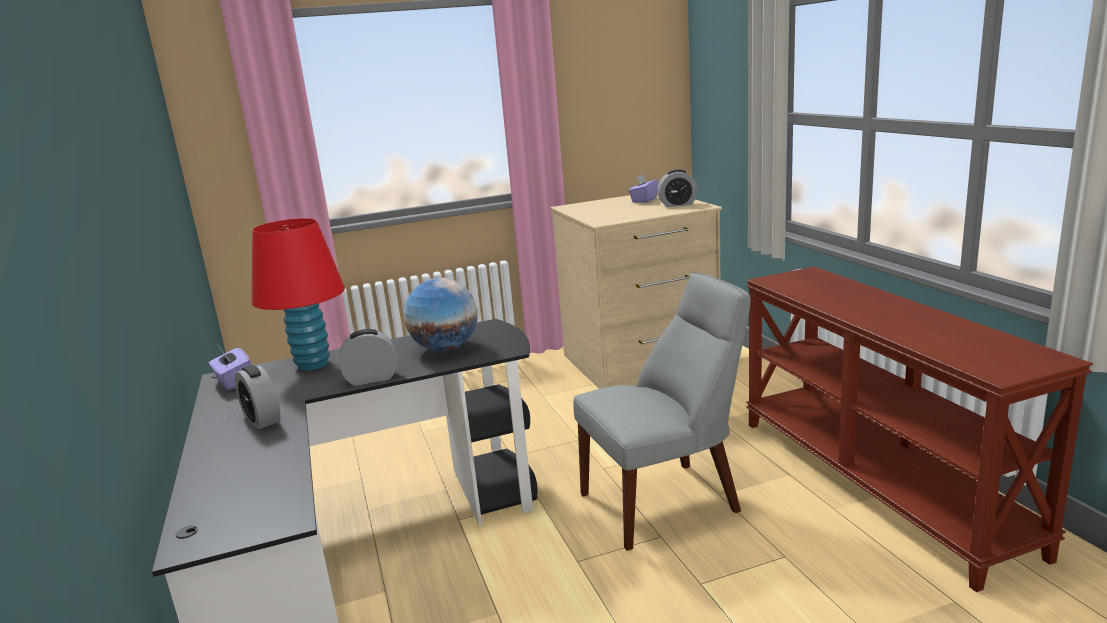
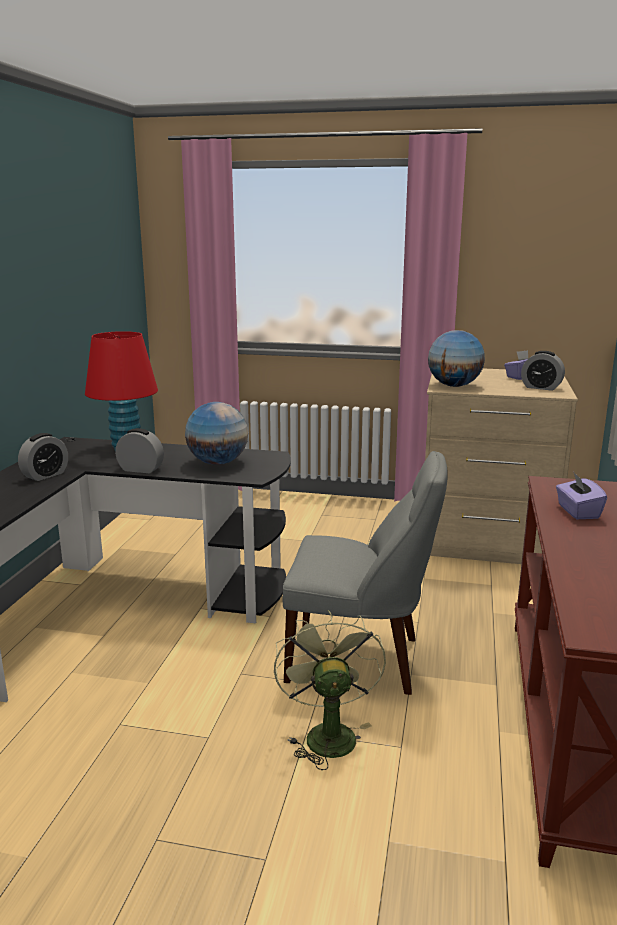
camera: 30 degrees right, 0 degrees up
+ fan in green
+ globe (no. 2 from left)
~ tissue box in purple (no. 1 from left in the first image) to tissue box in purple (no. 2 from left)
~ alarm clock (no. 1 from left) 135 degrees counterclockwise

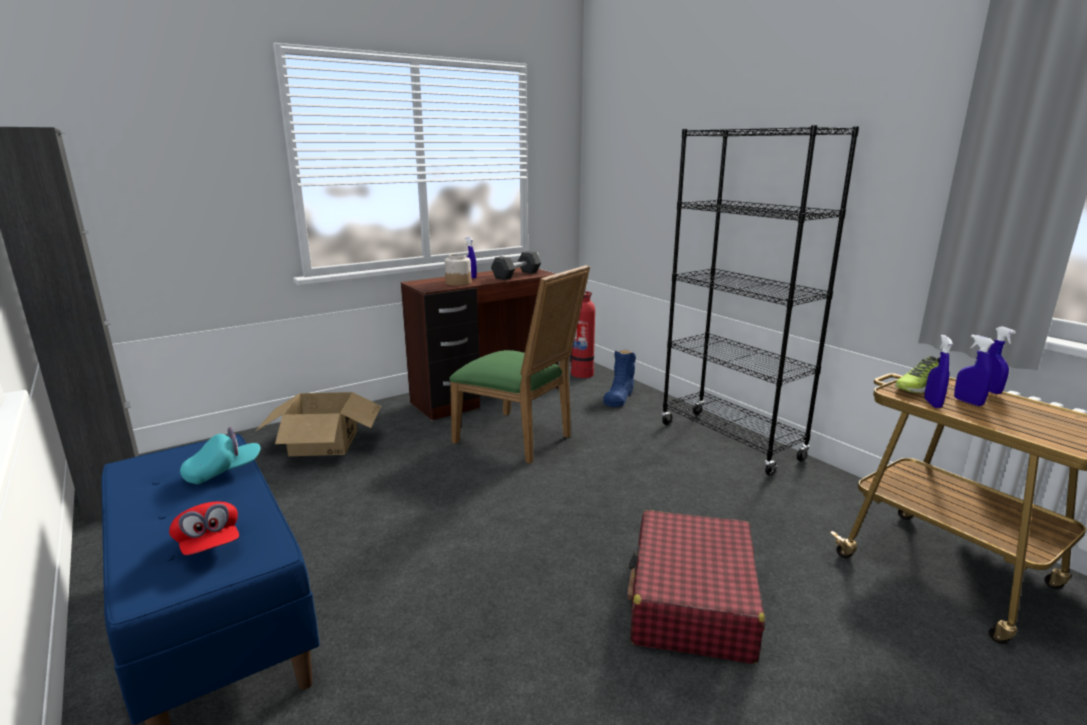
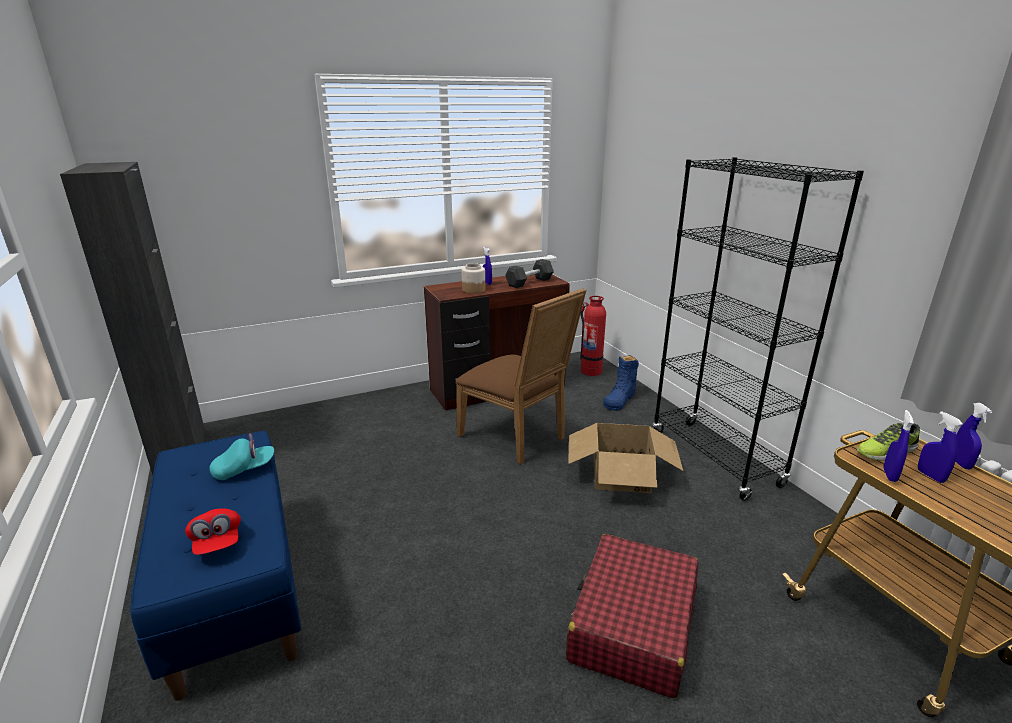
camera: 10 degrees right, 5 degrees up
~ cardboard box
~ chair in green to chair in brown

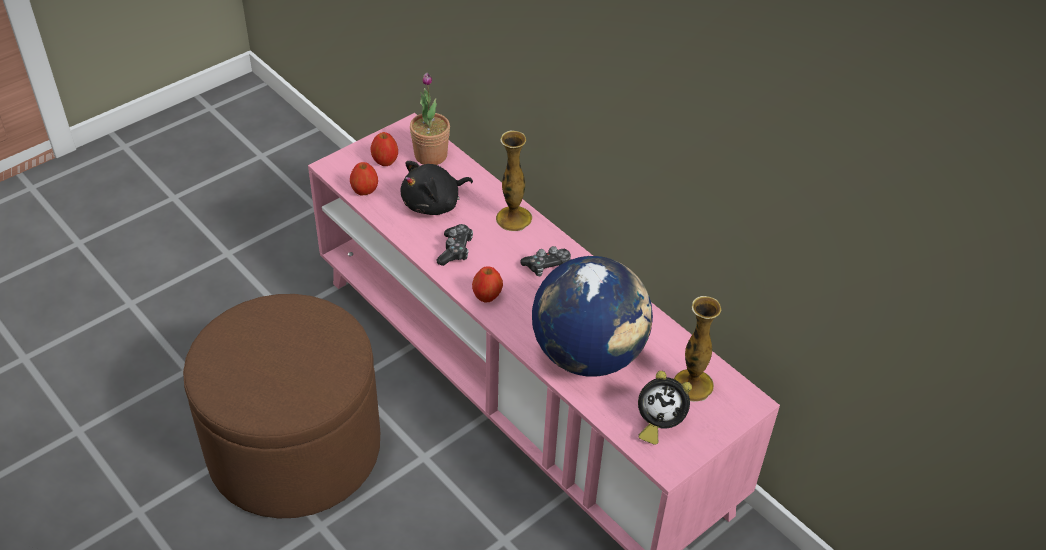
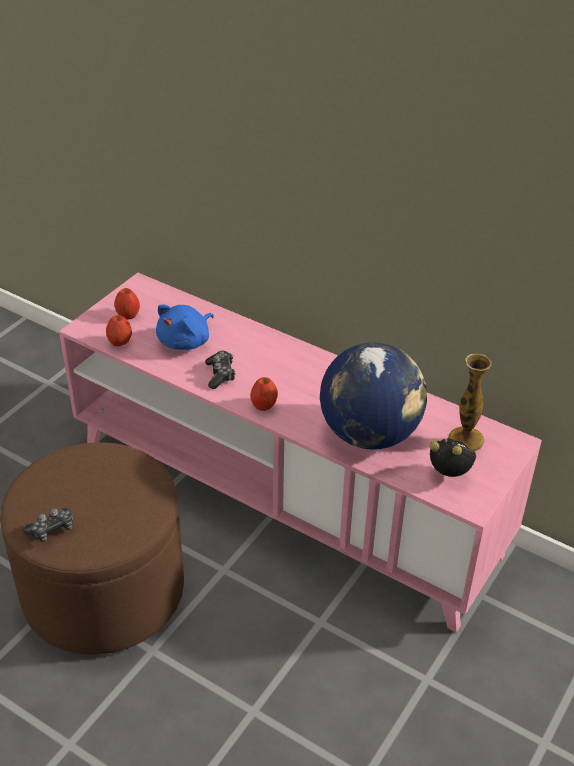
camera: 15 degrees left, 5 degrees down
- potted plant
- vase (no. 1 from left)
~ game controller (no. 2 from left in the first image) to game controller (no. 1 from left)
~ plush toy in black to plush toy in blue
~ alarm clock 150 degrees counterclockwise

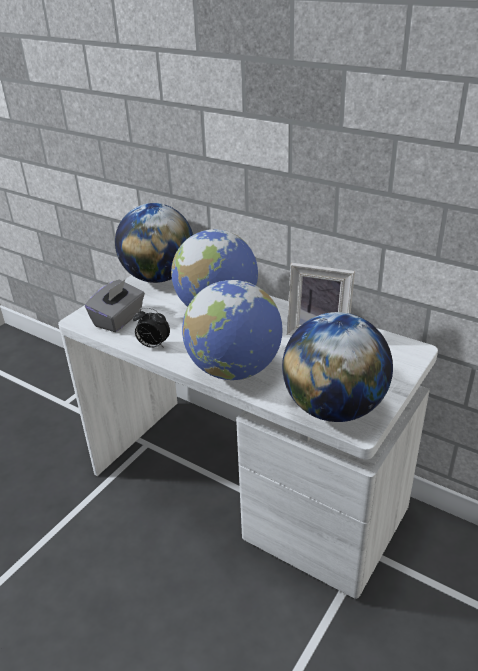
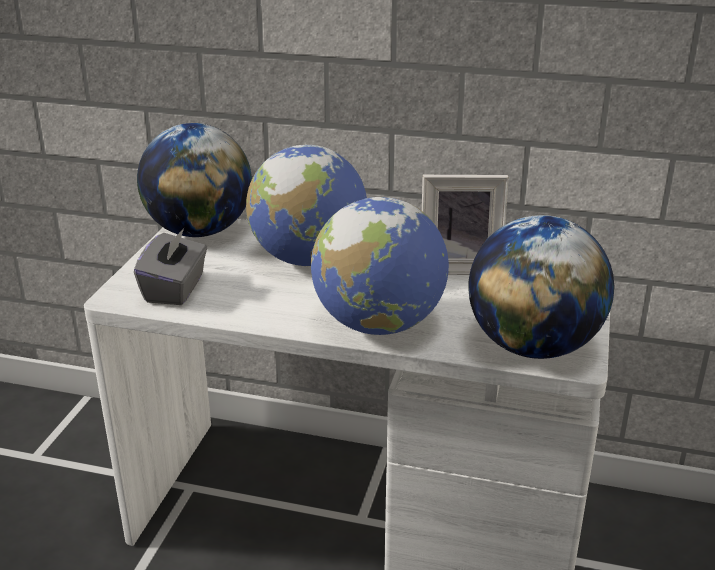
camera: 20 degrees left, 5 degrees down
- alarm clock

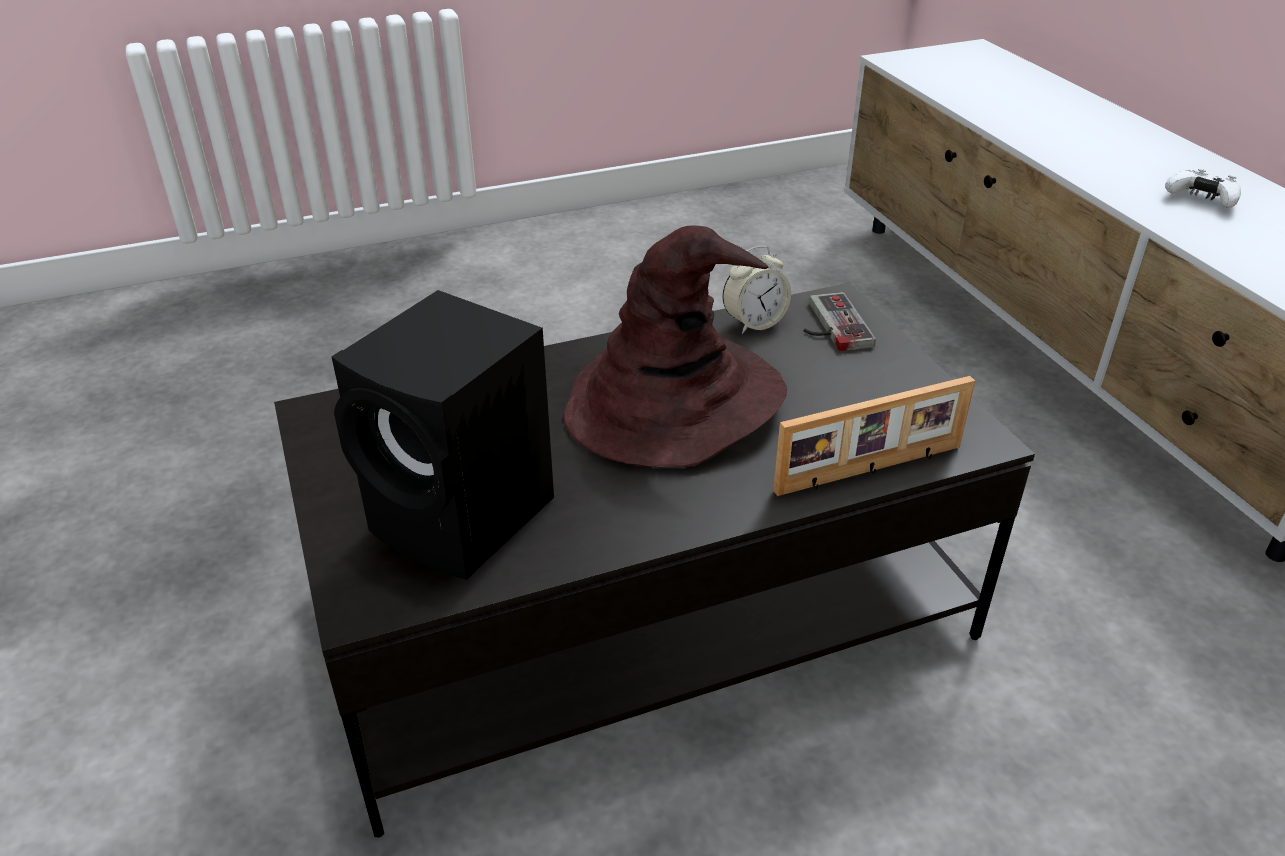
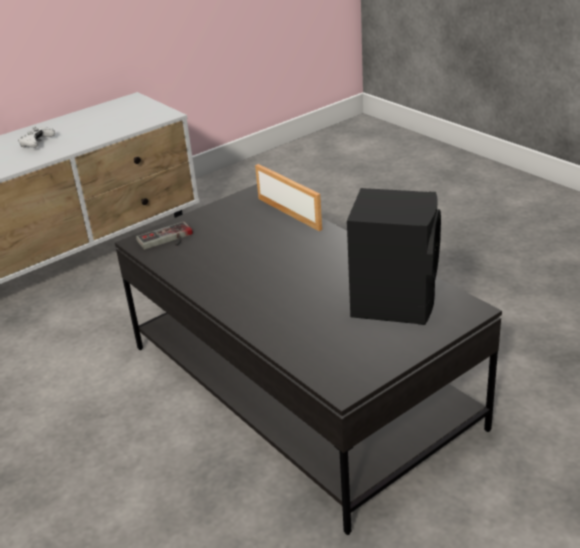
camera: 105 degrees left, 5 degrees down
- hat in brown
- alarm clock

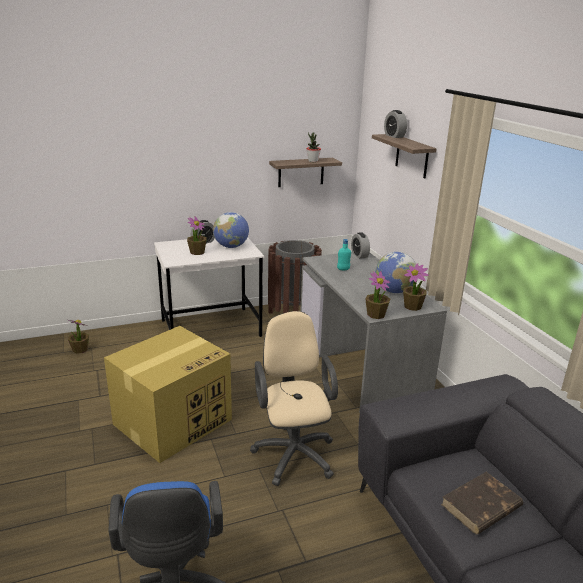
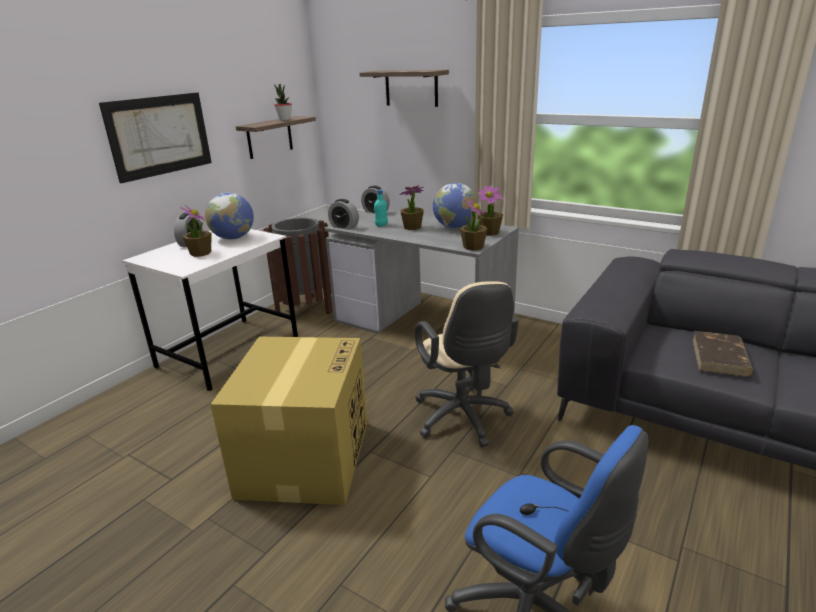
camera: 35 degrees left, 0 degrees up
+ picture
~ potted plant (no. 1 from left in the first image) to potted plant (no. 3 from left)
~ alarm clock (no. 3 from left in the first image) to alarm clock (no. 2 from left)
~ office chair in beige 150 degrees counterclockwise

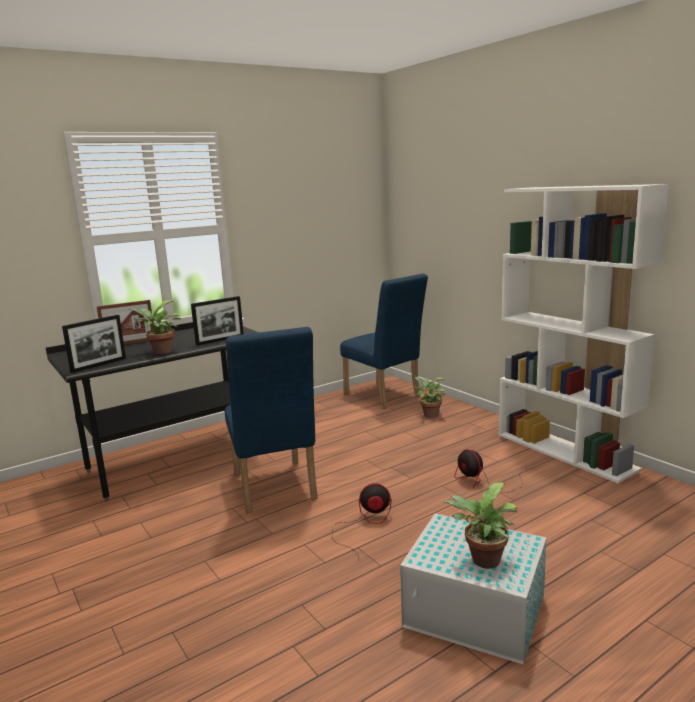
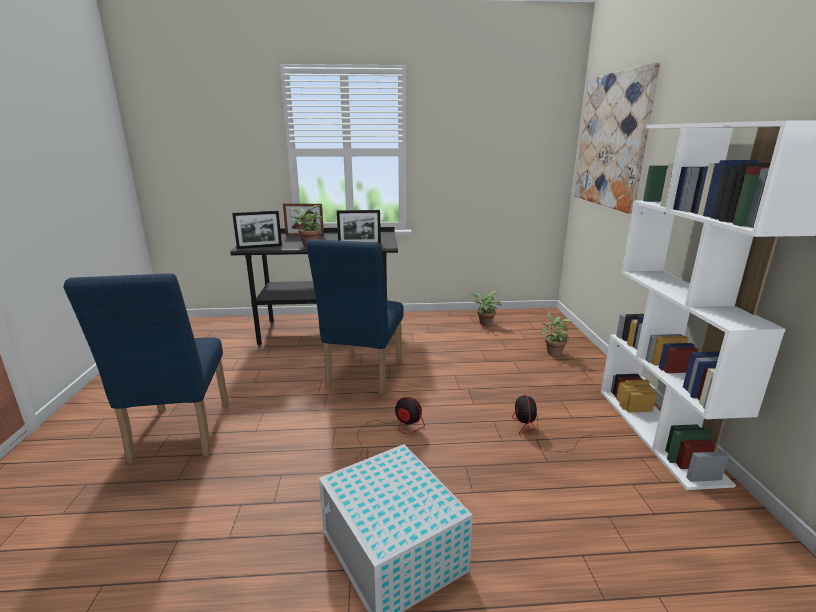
camera: 30 degrees right, 5 degrees up
+ picture
~ chair in blue (no. 2 from left in the first image) to chair in blue (no. 1 from left)
~ potted plant (no. 3 from left in the first image) to potted plant (no. 2 from left)

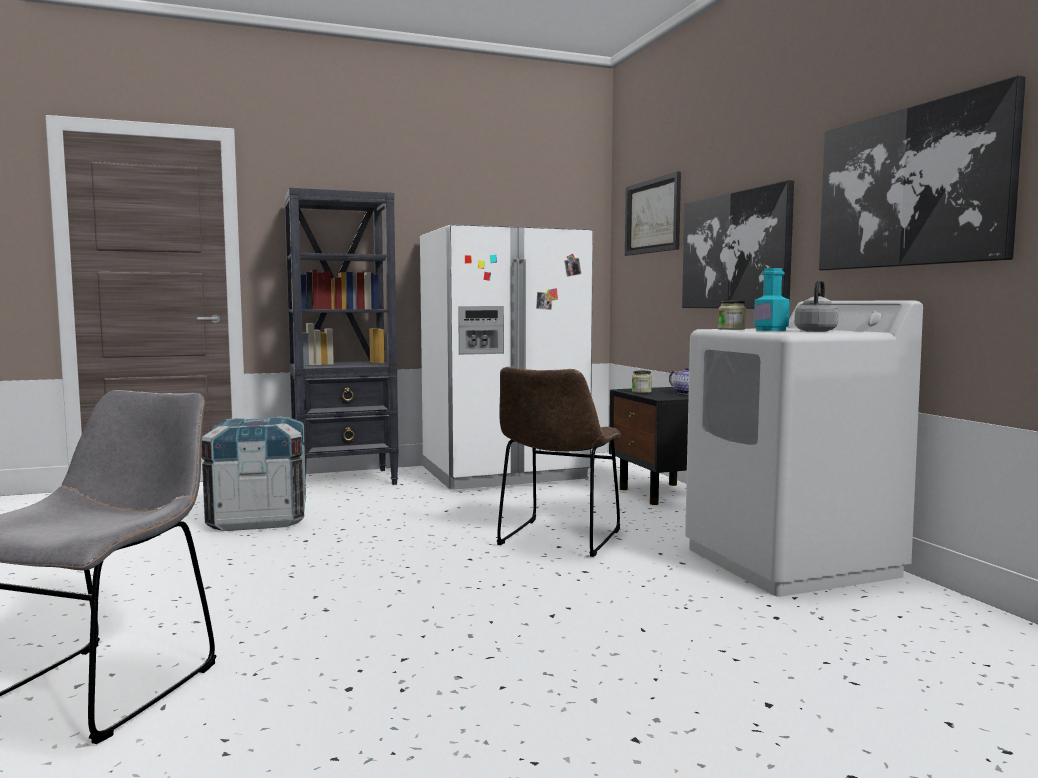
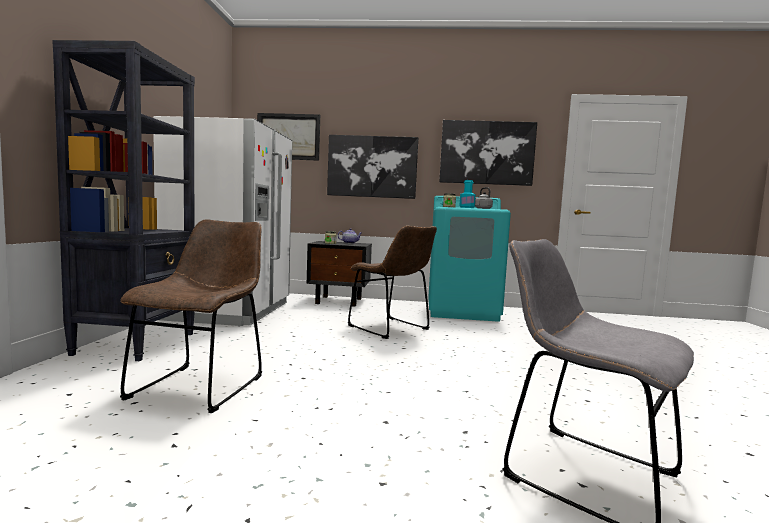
camera: 65 degrees left, 0 degrees up
~ crate to chair in brown (no. 1 from left)
~ washing machine in white to washing machine in turquoise

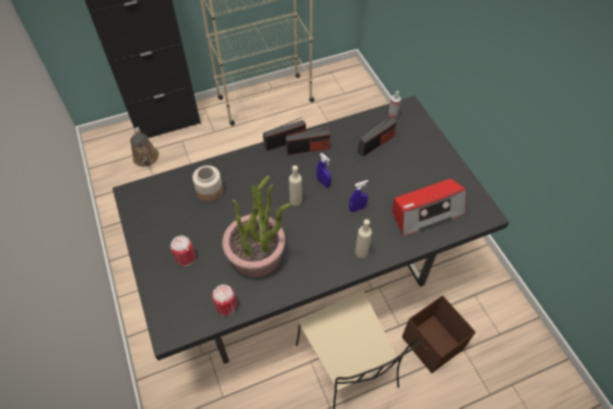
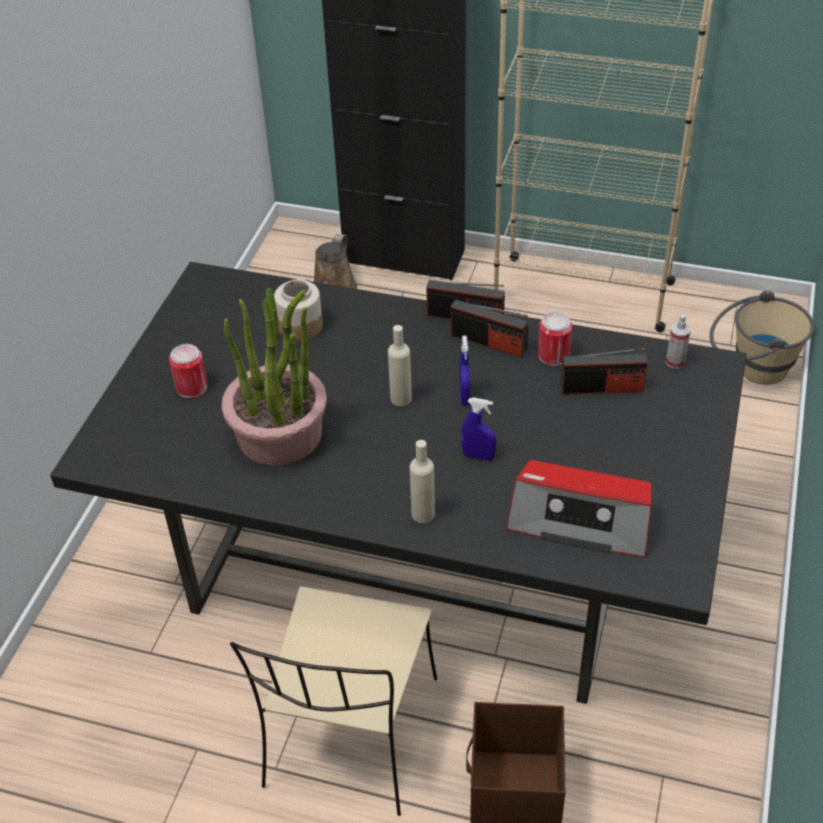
camera: 40 degrees right, 10 degrees down
+ bucket in beige
~ can (no. 2 from left)

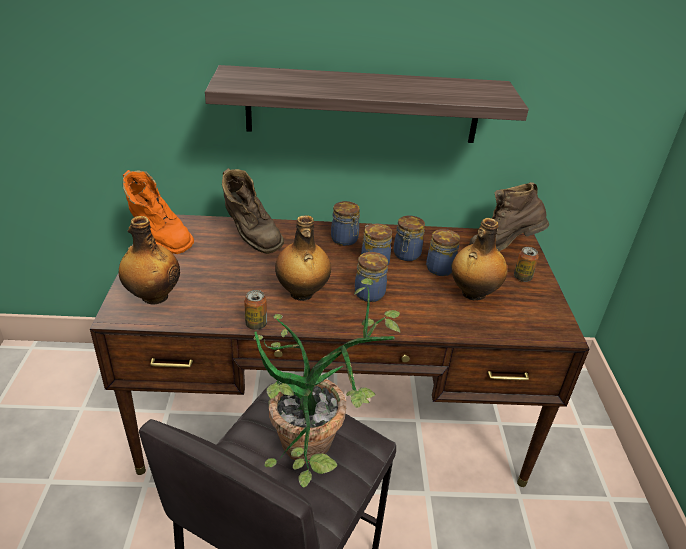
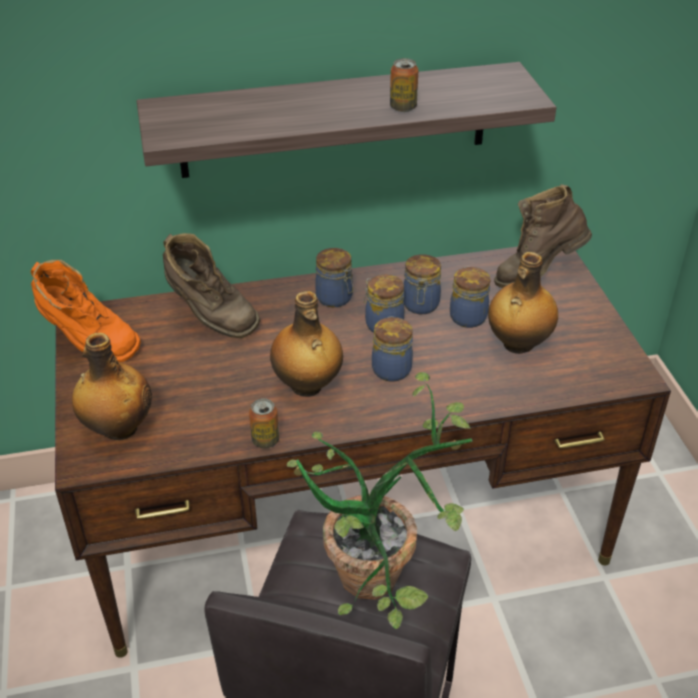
camera: 10 degrees left, 5 degrees up
~ can (no. 2 from left)

